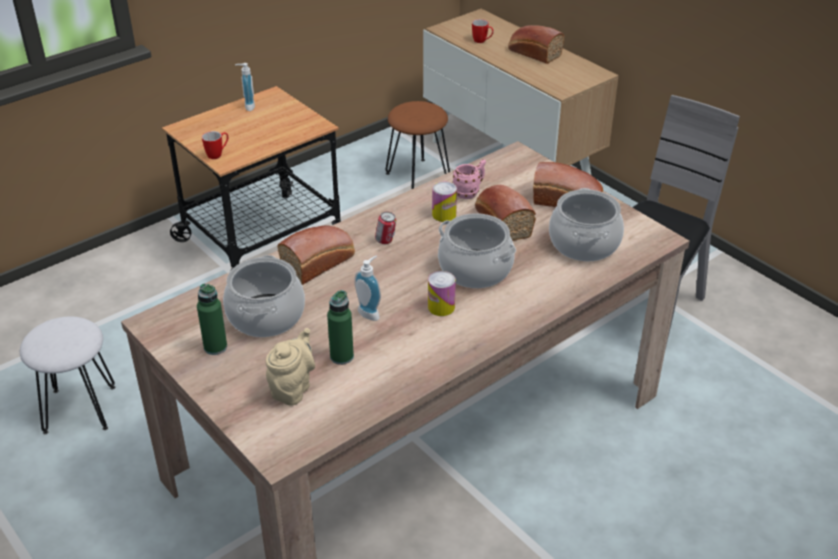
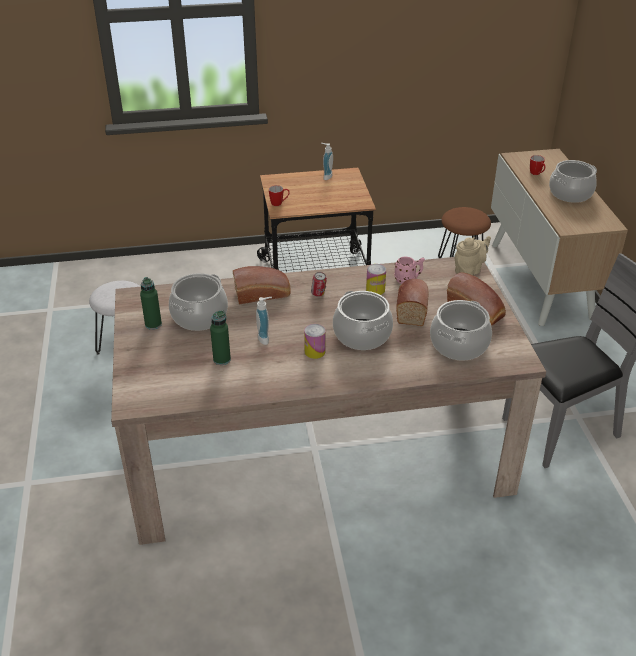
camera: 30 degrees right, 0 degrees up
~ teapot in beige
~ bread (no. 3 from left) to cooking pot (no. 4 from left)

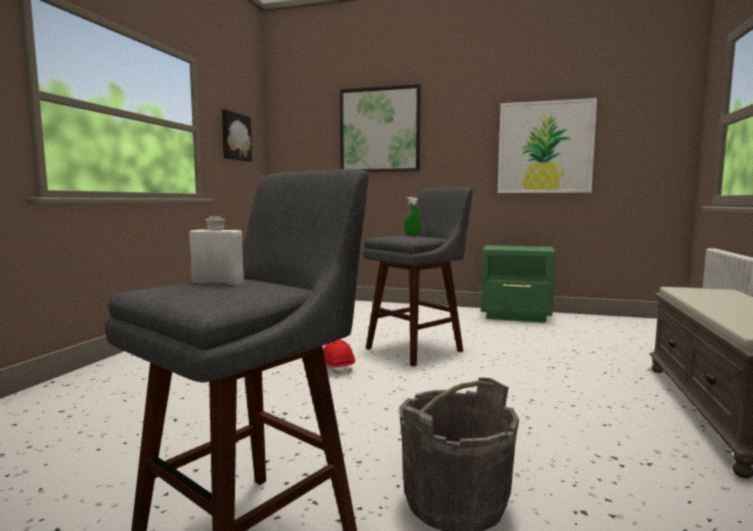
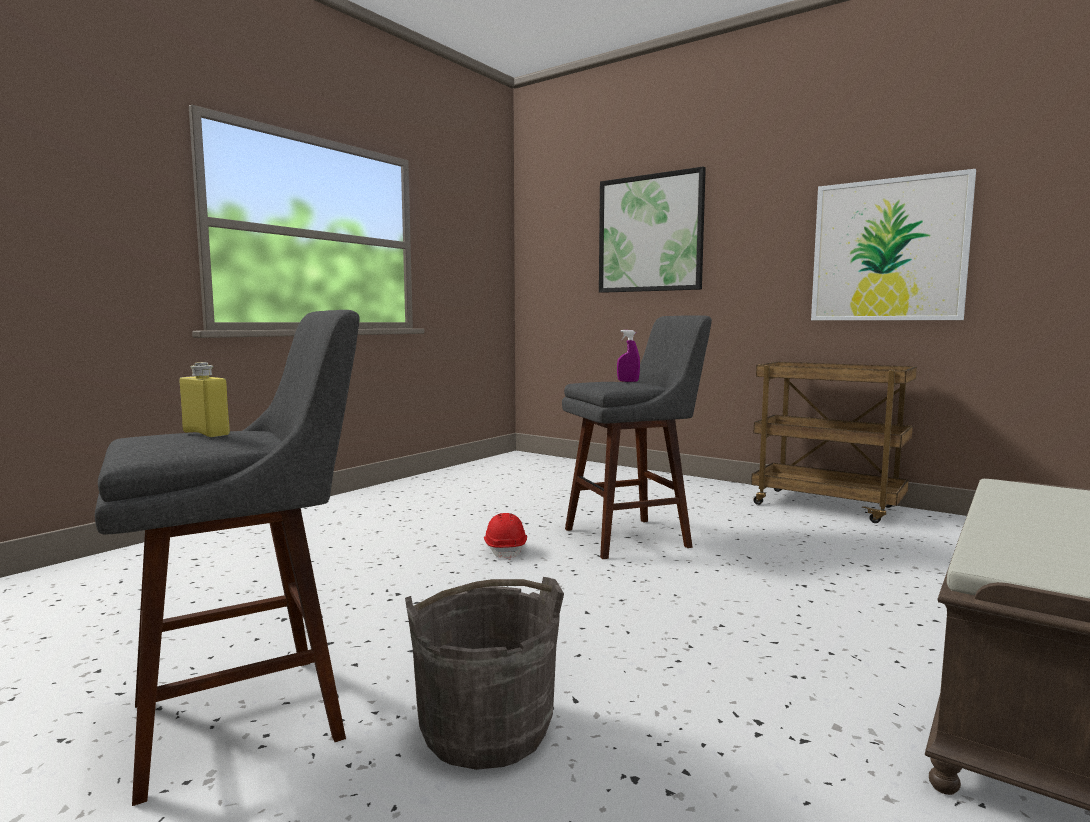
camera: 20 degrees right, 0 degrees up
- picture (no. 1 from left)
~ nightstand in green to cart in brown
~ bottle in white to bottle in yellow
~ spray bottle in green to spray bottle in purple

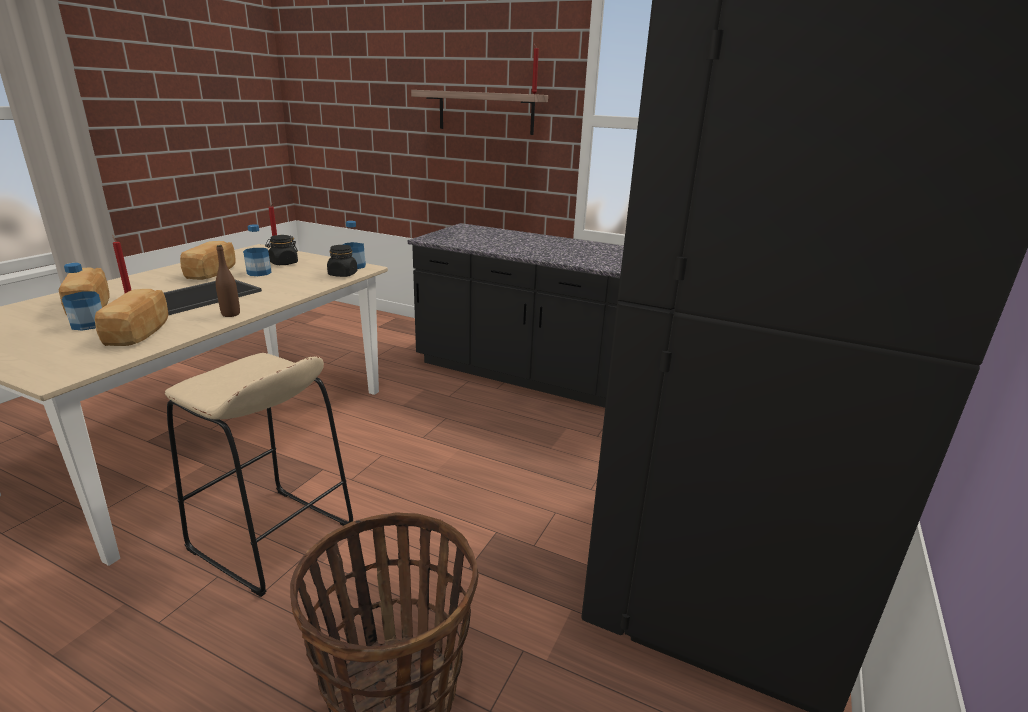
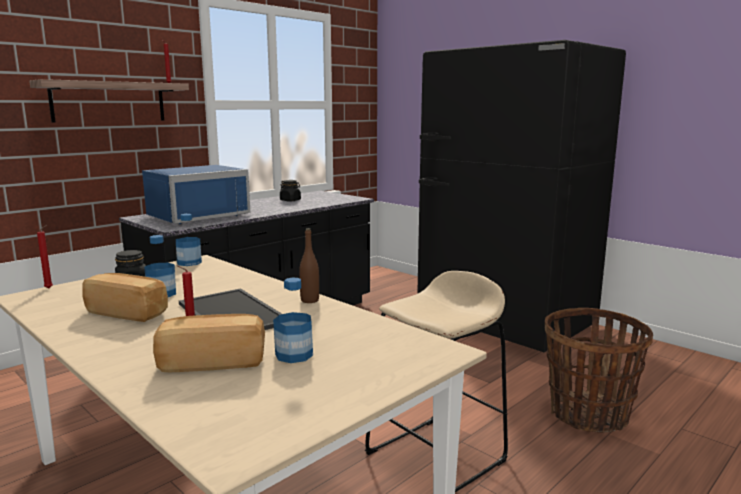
camera: 70 degrees left, 10 degrees down
- bread (no. 2 from left)
+ microwave in blue
~ jar in black (no. 2 from left)

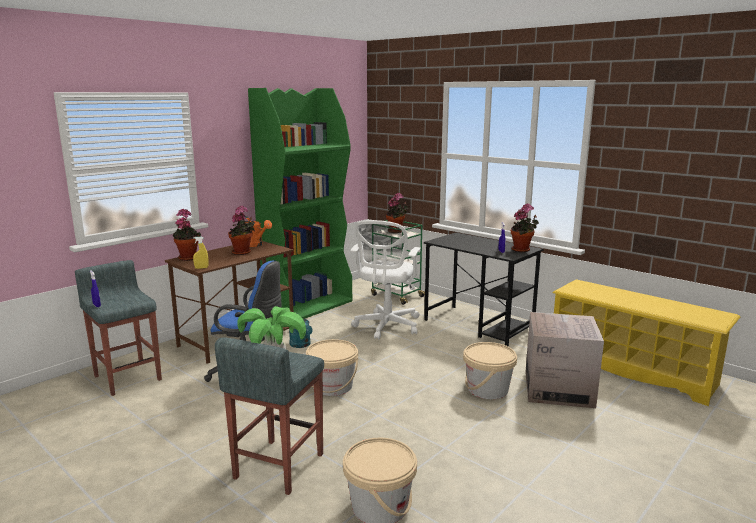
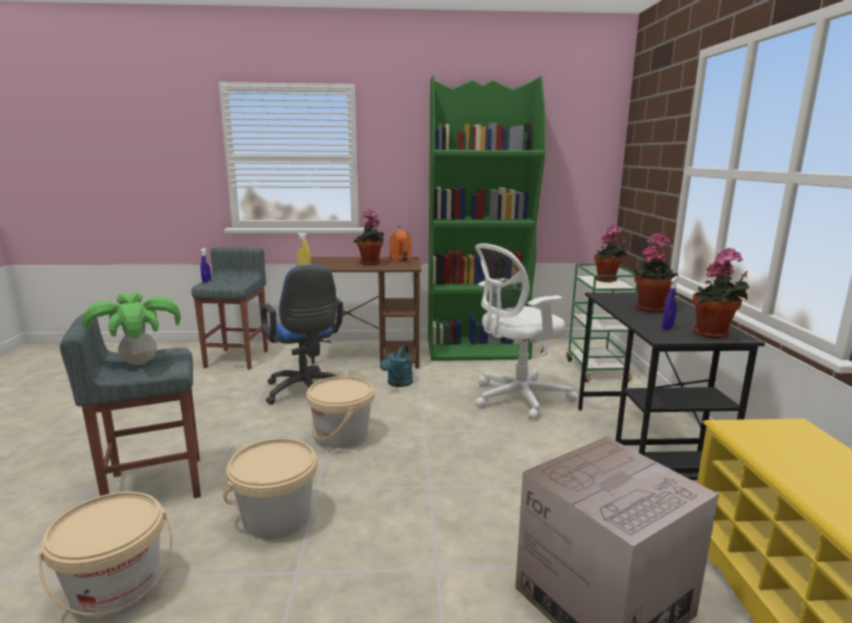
camera: 45 degrees right, 0 degrees up
~ potted plant (no. 1 from left in the first image) to potted plant (no. 4 from left)
~ bucket in beige (no. 3 from left in the first image) to bucket in beige (no. 2 from left)

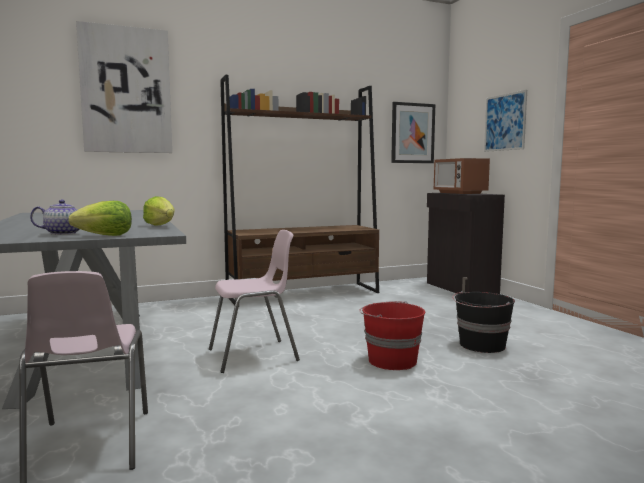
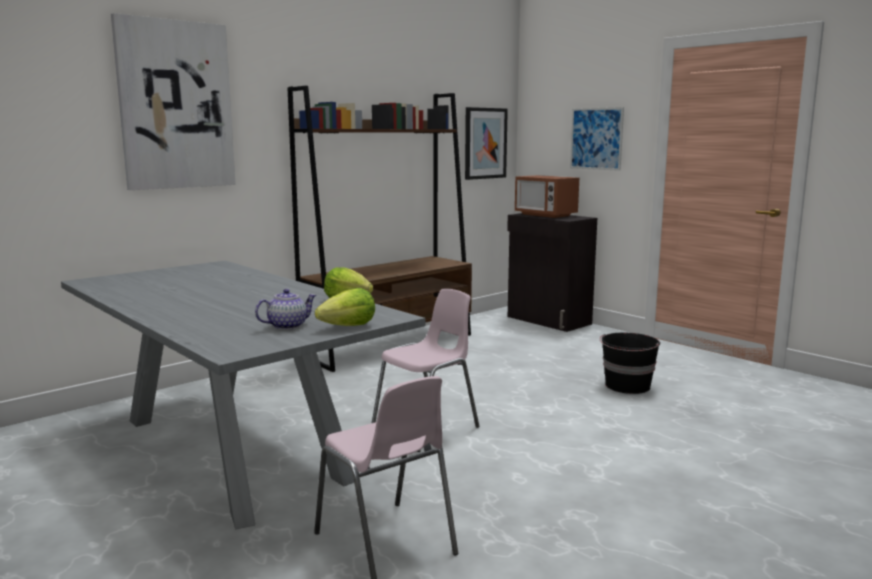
camera: 20 degrees left, 5 degrees up
- bucket in red

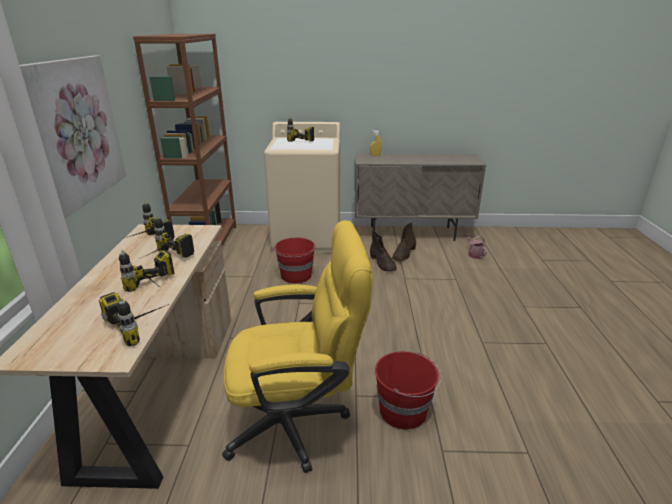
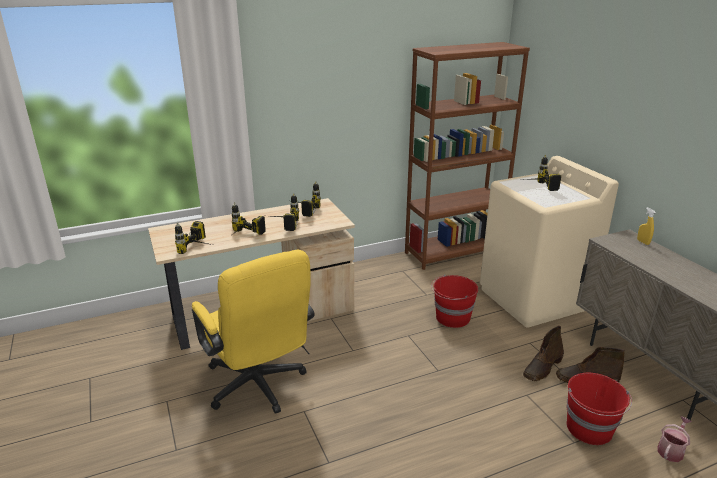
camera: 65 degrees right, 0 degrees up
- picture
~ bucket in red (no. 2 from left)

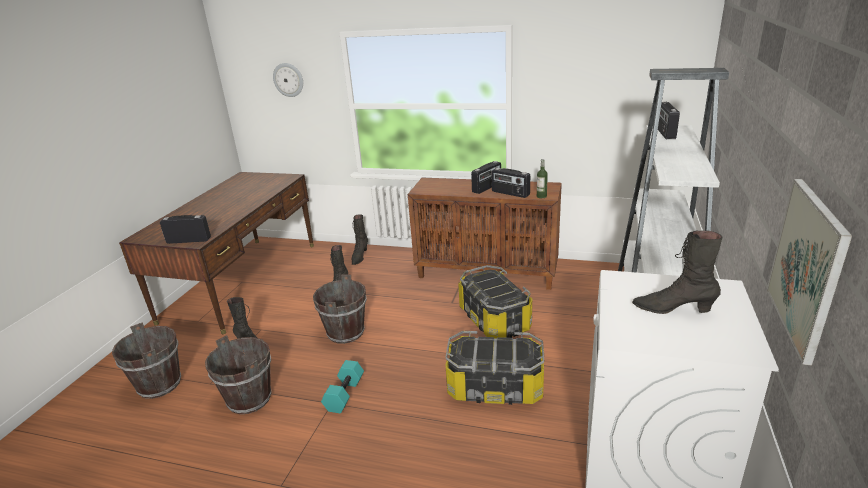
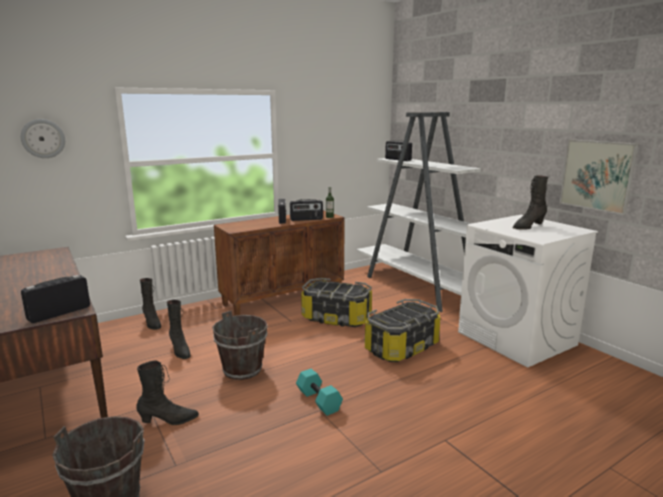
camera: 50 degrees left, 10 degrees down
- bucket in brown (no. 2 from left)

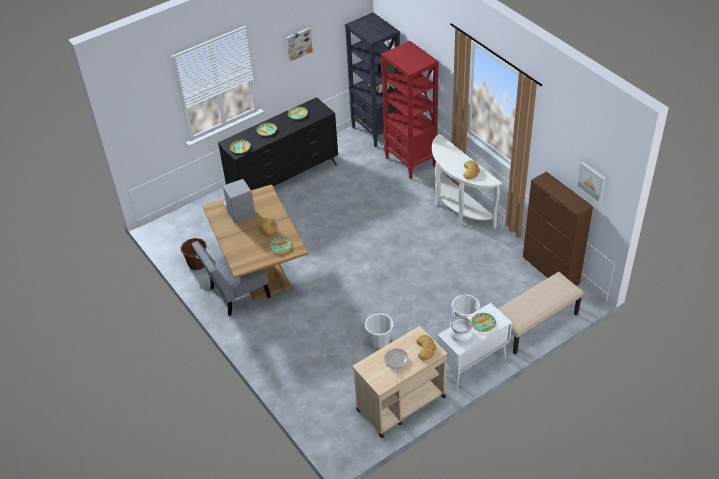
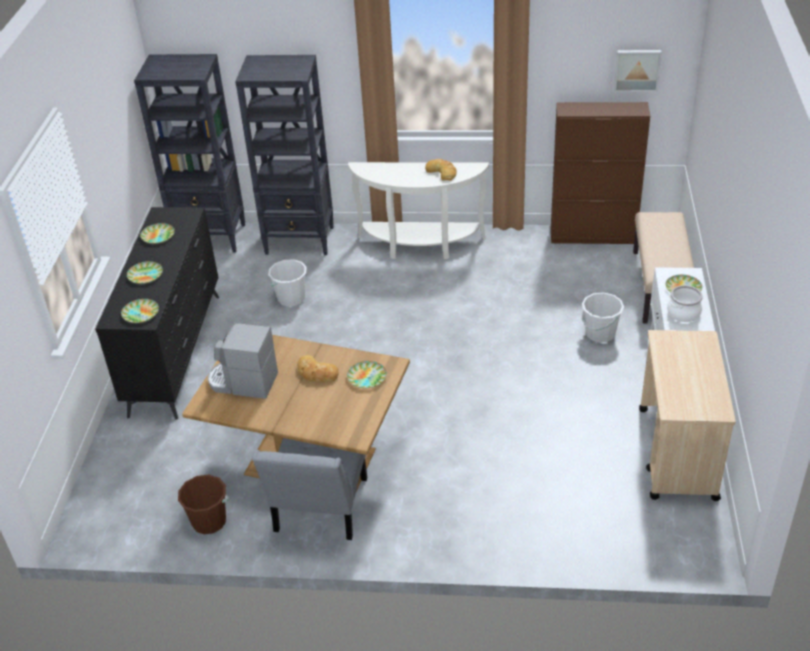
camera: 50 degrees left, 5 degrees down
- picture (no. 1 from left)
- frying pan
- bread (no. 2 from left)
~ bucket in white (no. 1 from left)
~ bookcase in red to bookcase in black (no. 2 from left)

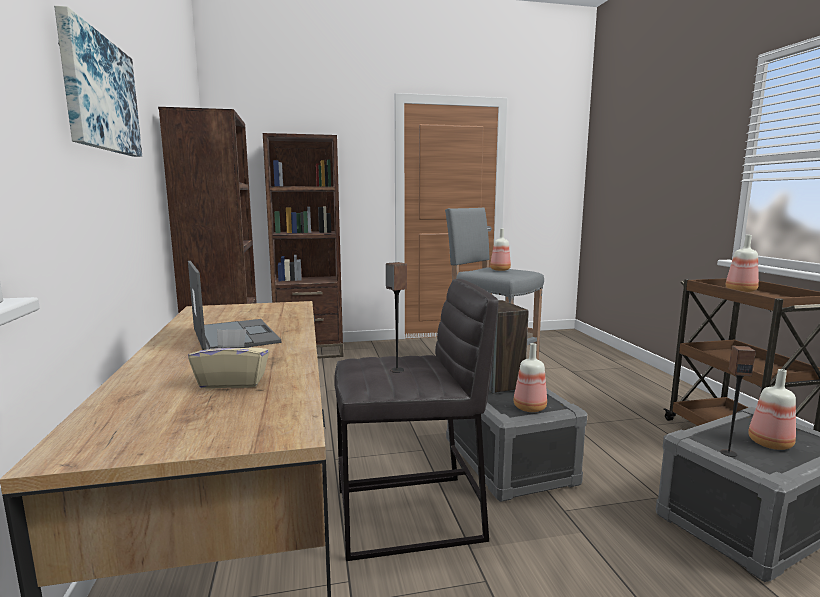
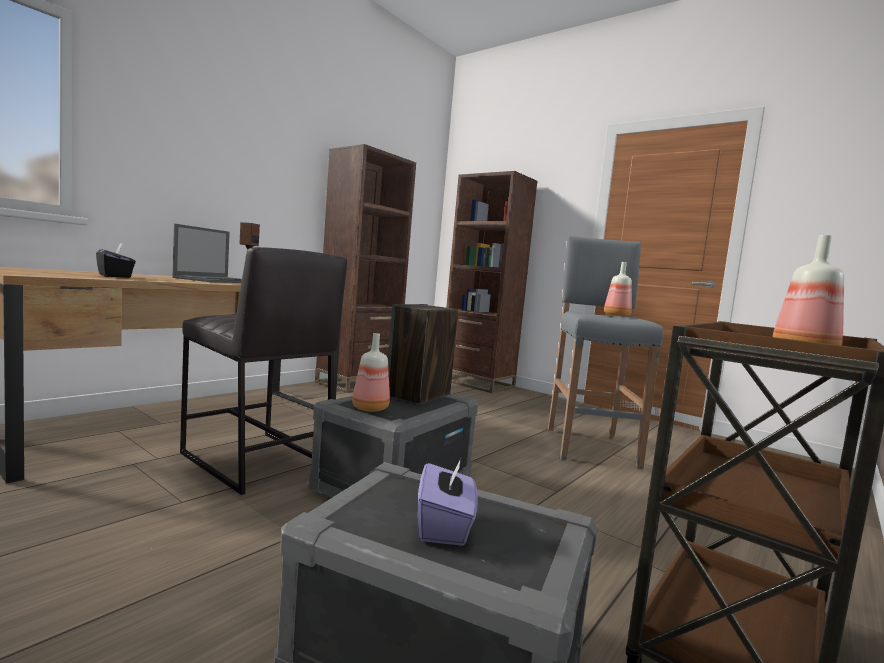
camera: 50 degrees right, 5 degrees down
- picture
- speaker (no. 3 from left)
~ bottle (no. 4 from left) to tissue box in purple
~ tissue box in beige to tissue box in black

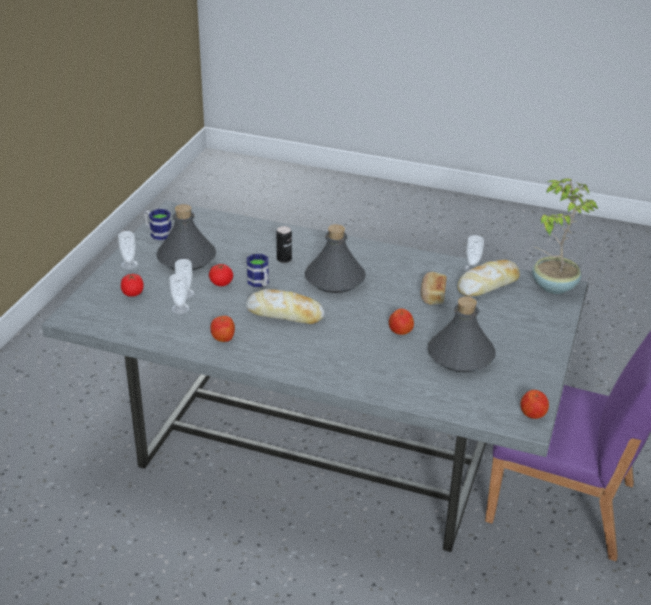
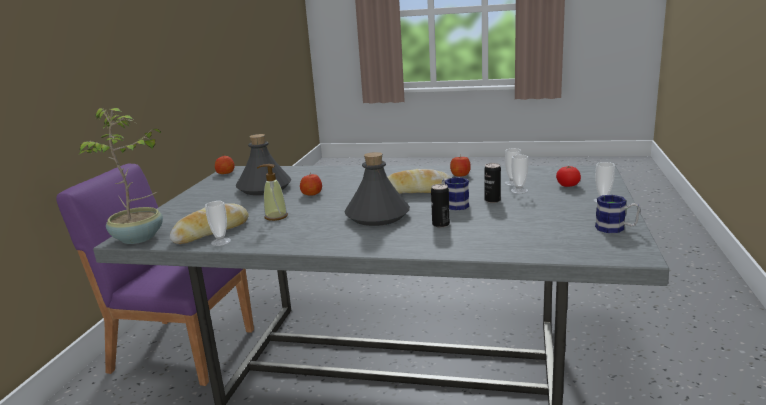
camera: 175 degrees right, 15 degrees down
- bottle in grey (no. 1 from left)
~ tomato (no. 2 from left) to can (no. 2 from left)
~ bread (no. 2 from left) to soap dispenser

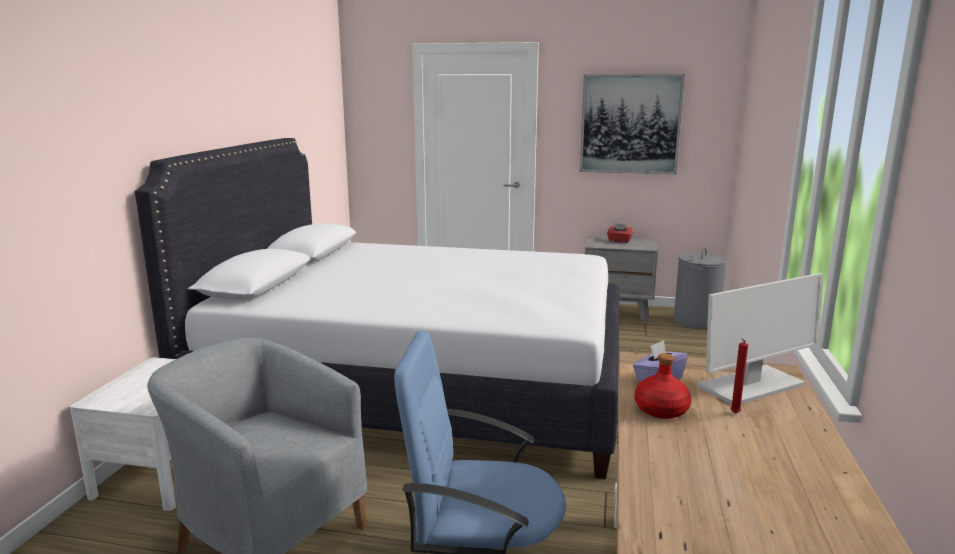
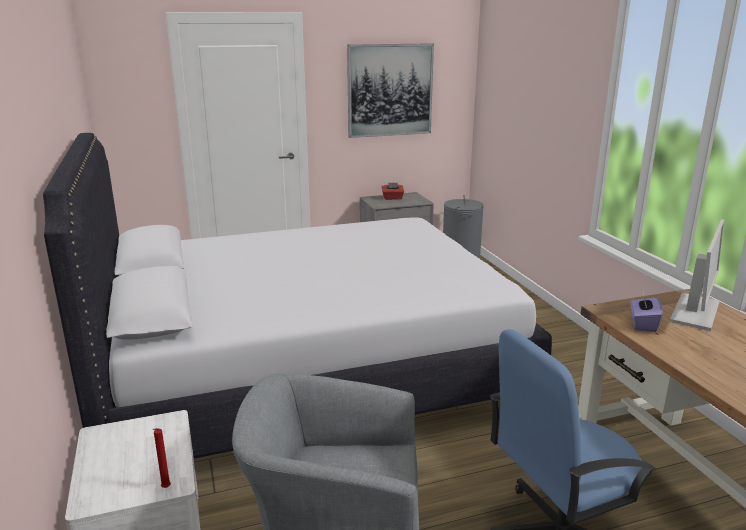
camera: 30 degrees left, 5 degrees up
- bottle in red
~ candle in red

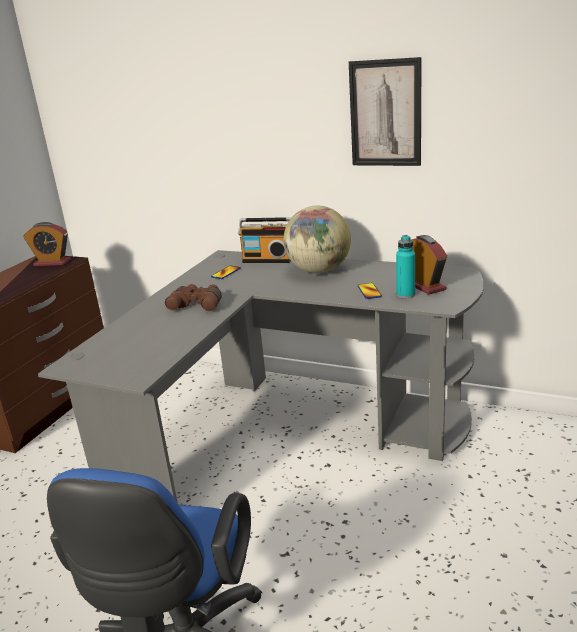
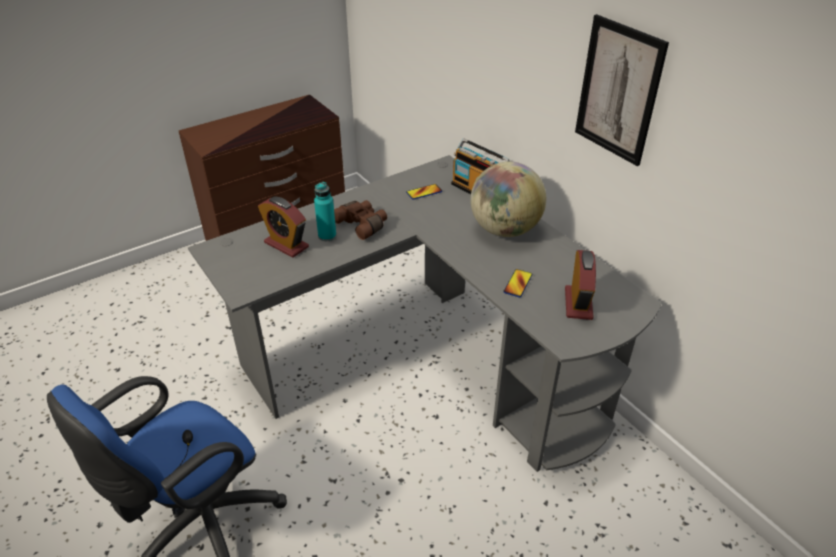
camera: 30 degrees right, 15 degrees up
~ alarm clock (no. 1 from left)
~ bottle in turquoise

